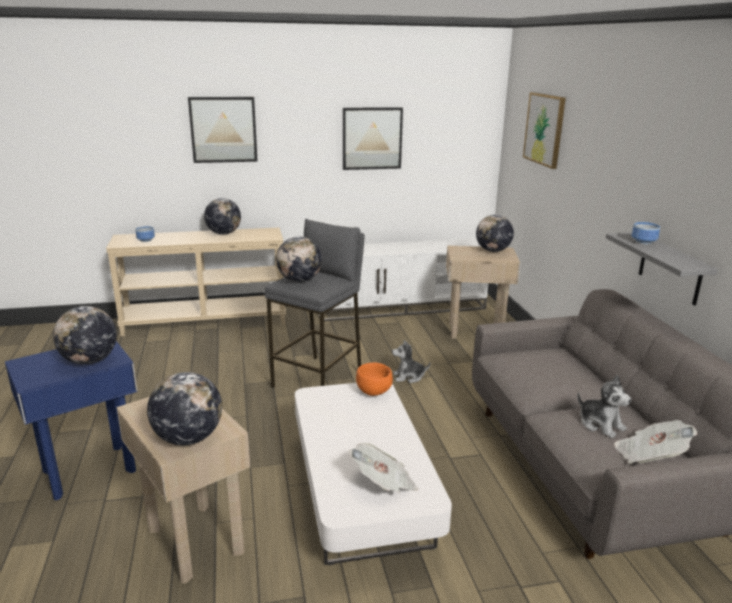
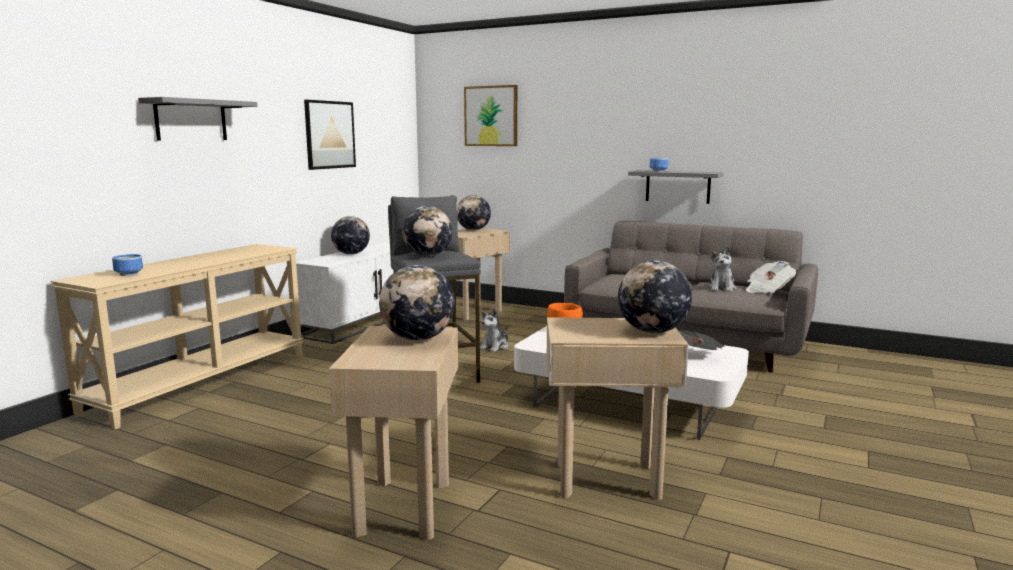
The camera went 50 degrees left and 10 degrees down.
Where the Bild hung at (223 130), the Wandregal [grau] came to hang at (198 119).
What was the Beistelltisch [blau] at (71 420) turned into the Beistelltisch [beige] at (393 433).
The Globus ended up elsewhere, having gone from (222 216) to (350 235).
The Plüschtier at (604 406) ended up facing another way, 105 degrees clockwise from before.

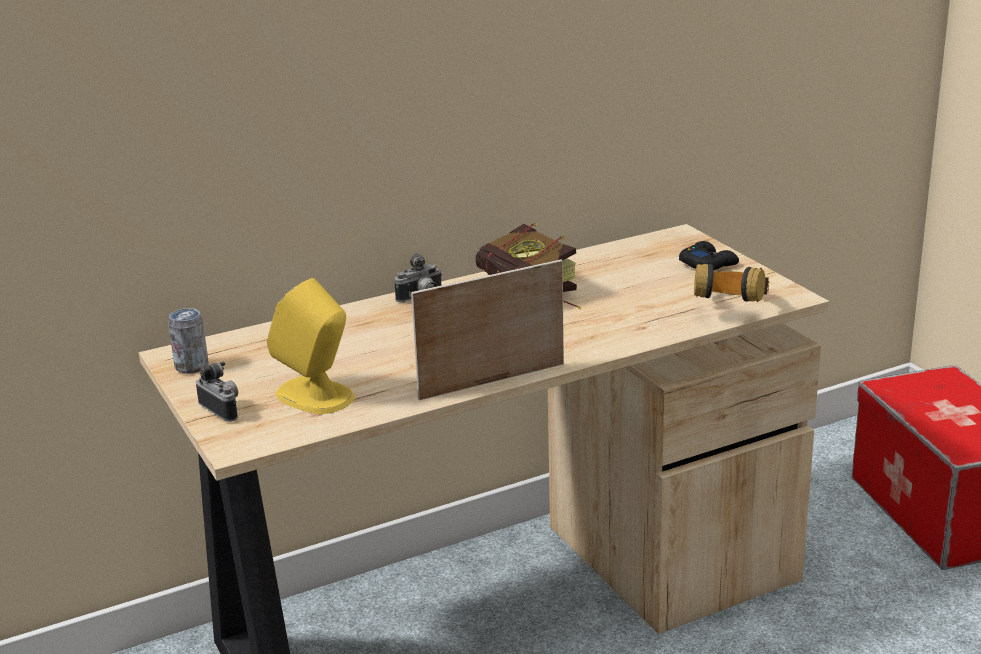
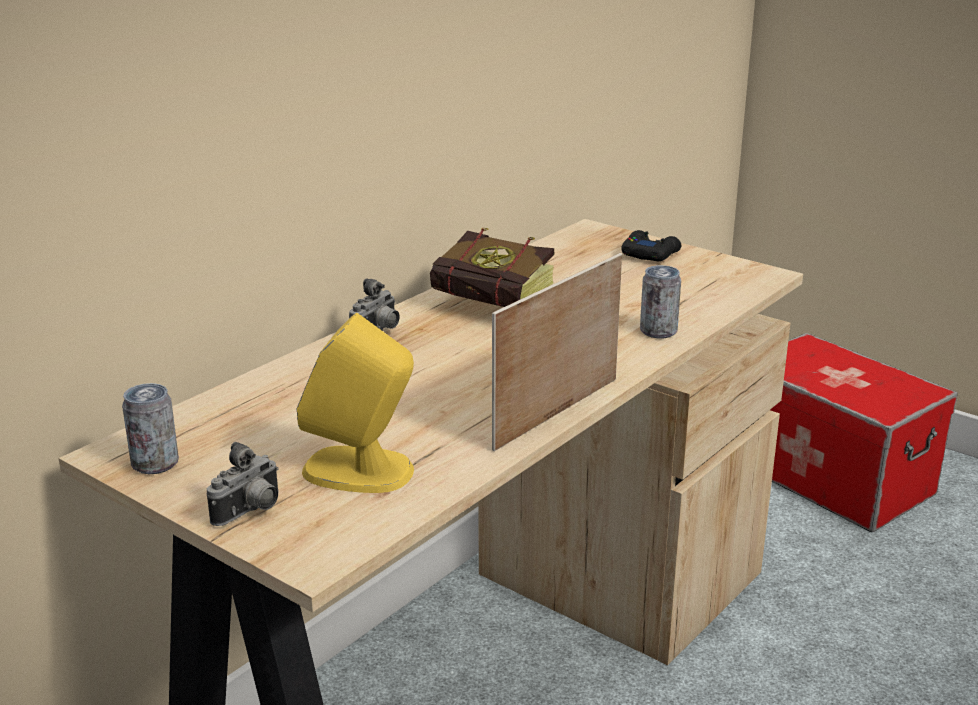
The camera went 25 degrees left and 0 degrees up.
The Kamera at (217 391) ended up facing another way, 105 degrees clockwise from before.
The second view gained the Dose at (660 301).
The second view lost the Kopfhörer at (731 282).

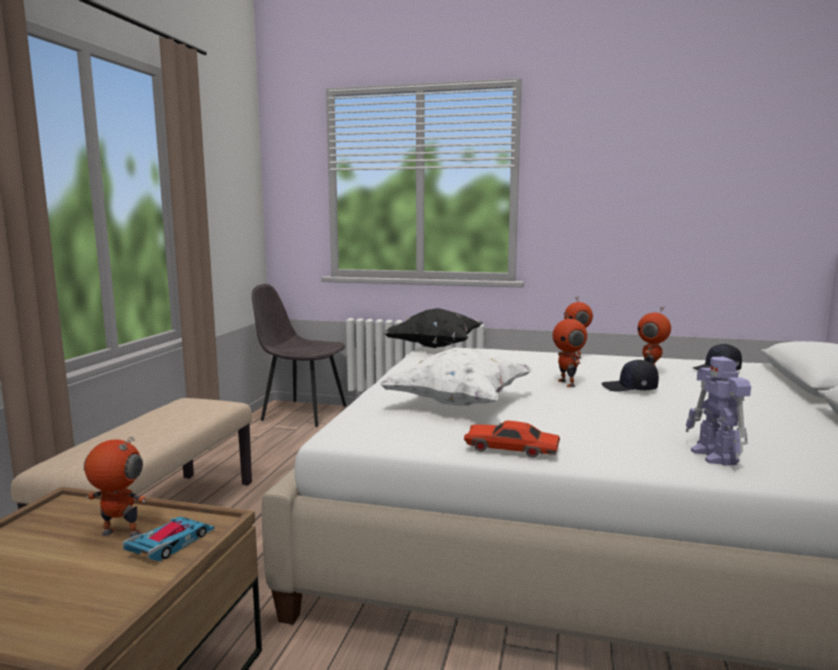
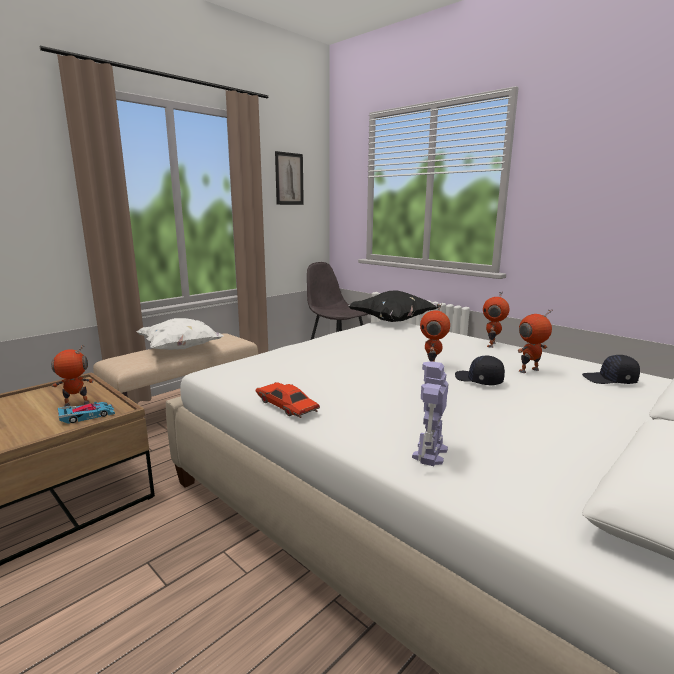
The camera went 30 degrees right and 5 degrees up.
The Spielzeugroboter at (115 487) ended up facing another way, 60 degrees counterclockwise from before.
The Kissen [weiß] ended up elsewhere, having gone from (456 377) to (180 334).
The second view gained the Bild at (289 178).

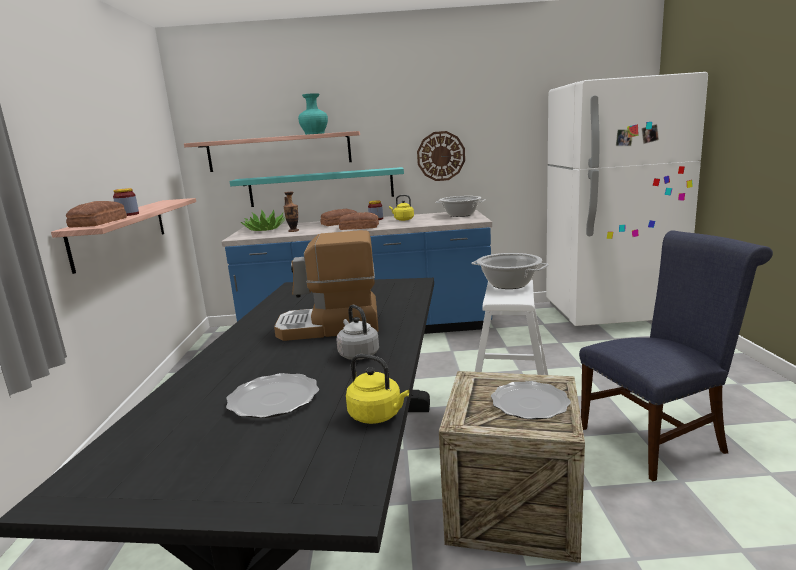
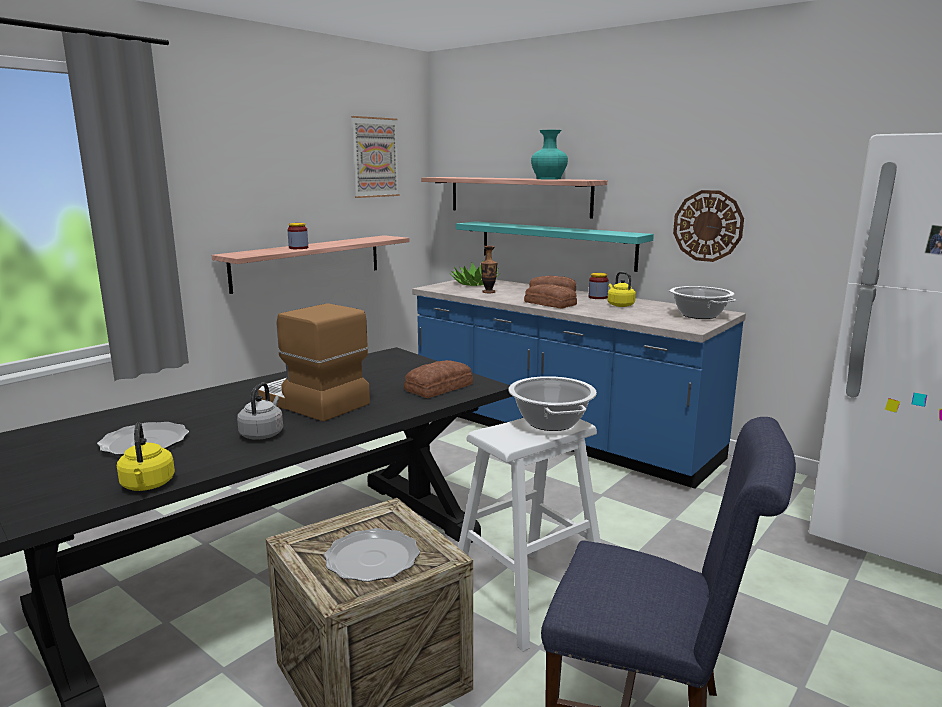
The camera went 40 degrees right and 0 degrees up.
The second view gained the Bild at (375 157).
The Brot ended up elsewhere, having gone from (96 214) to (438 379).

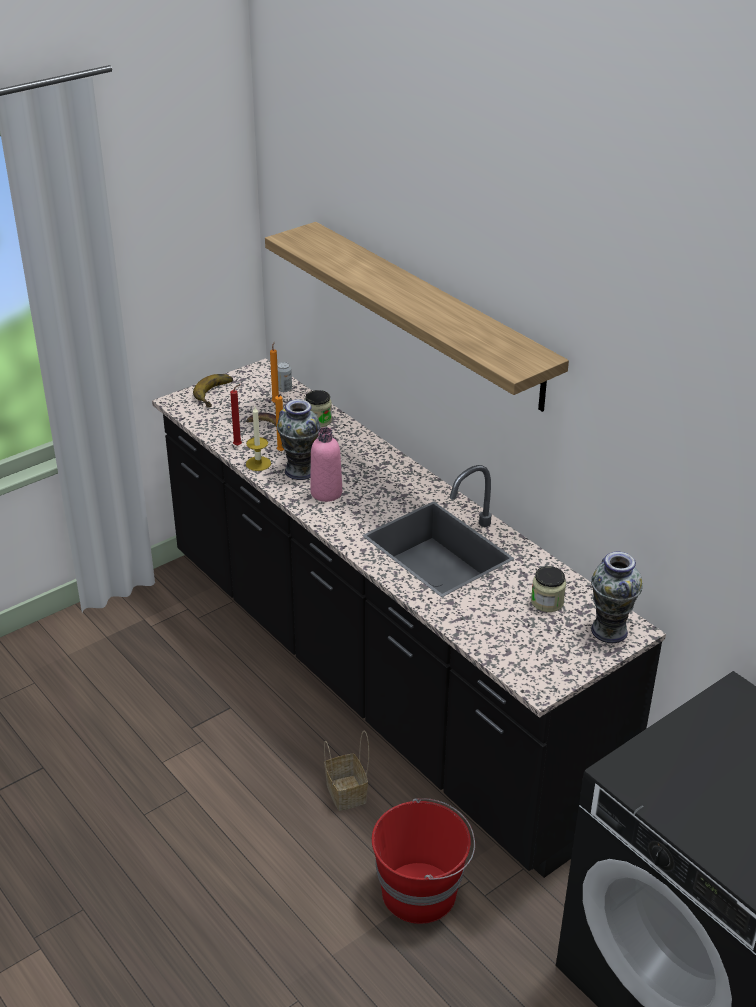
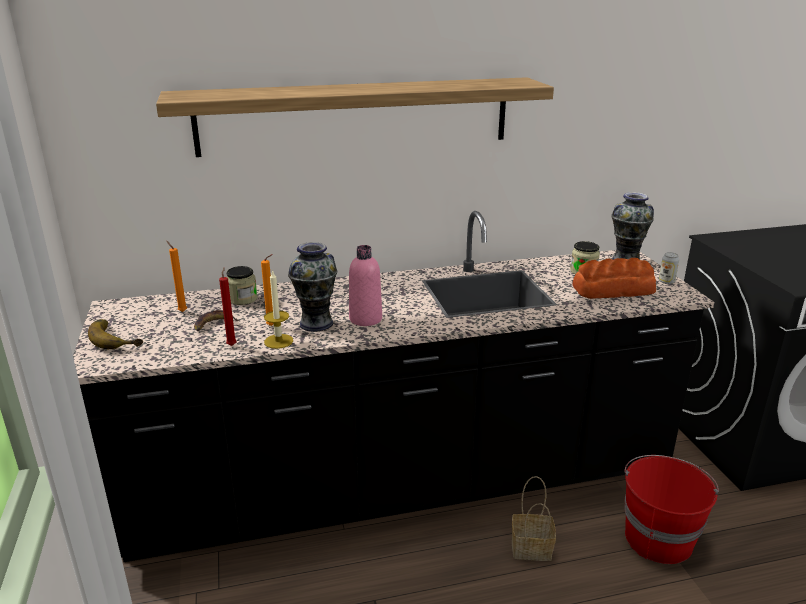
The camera went 65 degrees left and 10 degrees down.
The second view gained the Brot at (614 278).
The Dose ended up elsewhere, having gone from (284 377) to (669 268).

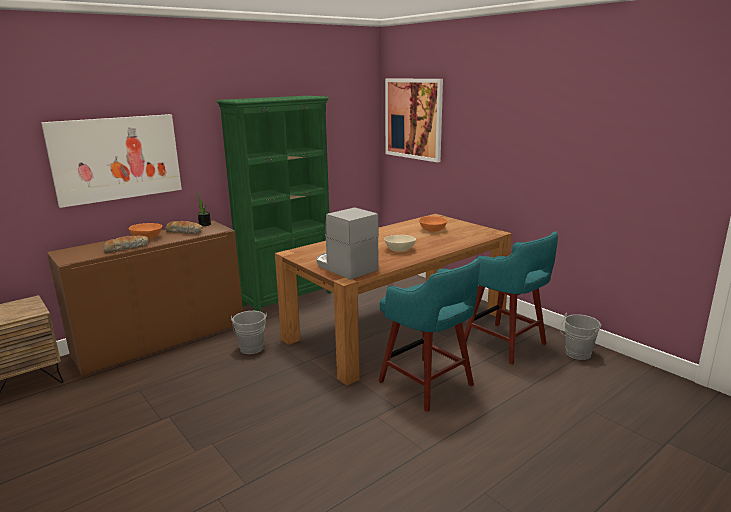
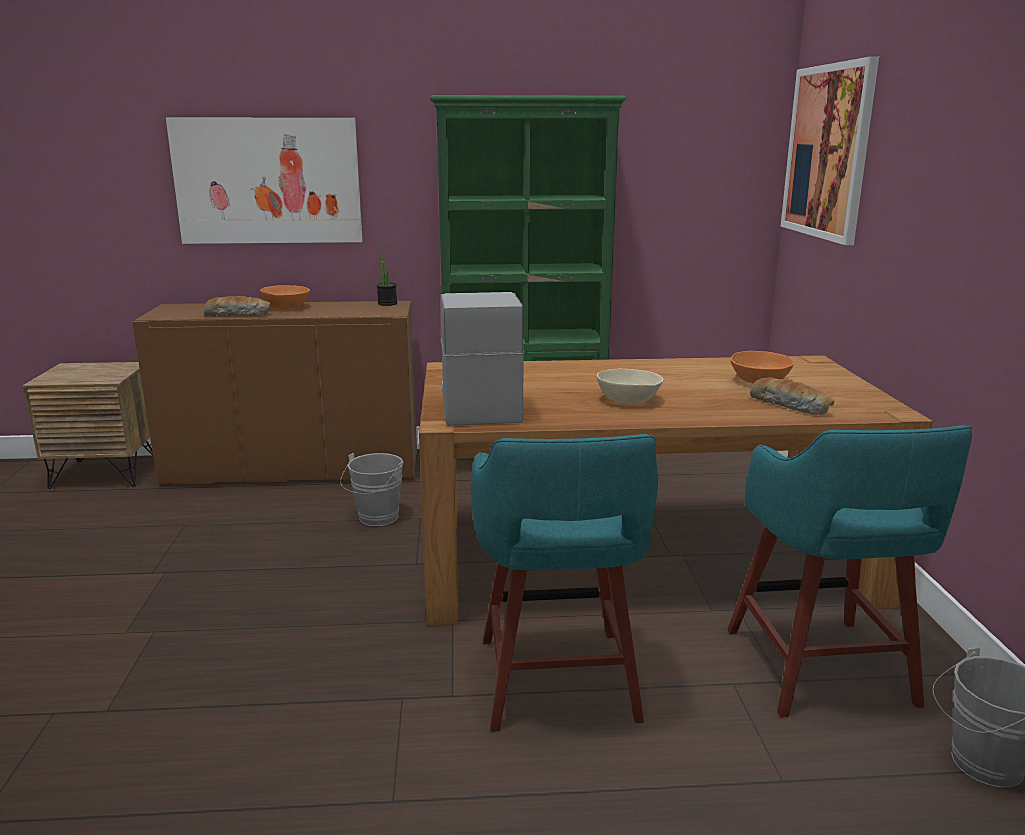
The camera went 35 degrees right and 0 degrees up.
The Brot ended up elsewhere, having gone from (184 227) to (792 396).

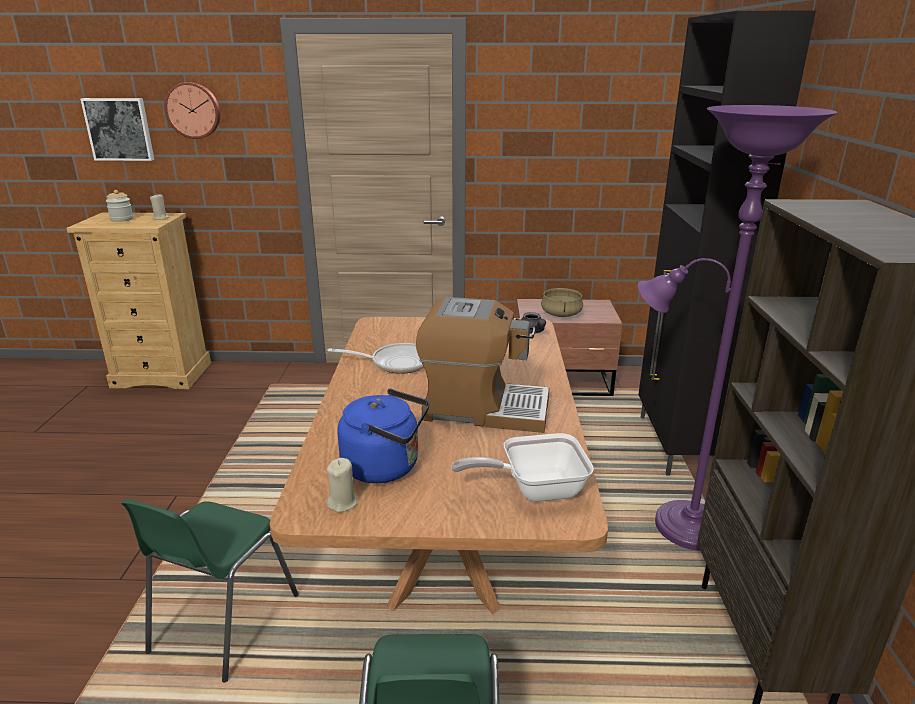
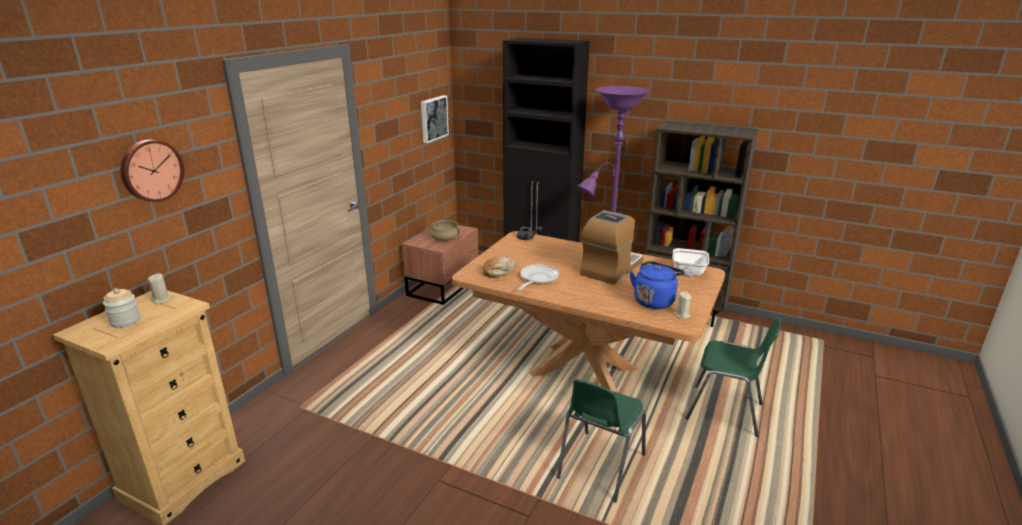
The camera went 65 degrees left and 0 degrees up.
The Bild ended up elsewhere, having gone from (117 129) to (435 119).
The second view gained the Brot at (499 266).
The Stuhl [grün] at (210 591) ended up facing another way, 75 degrees clockwise from before.

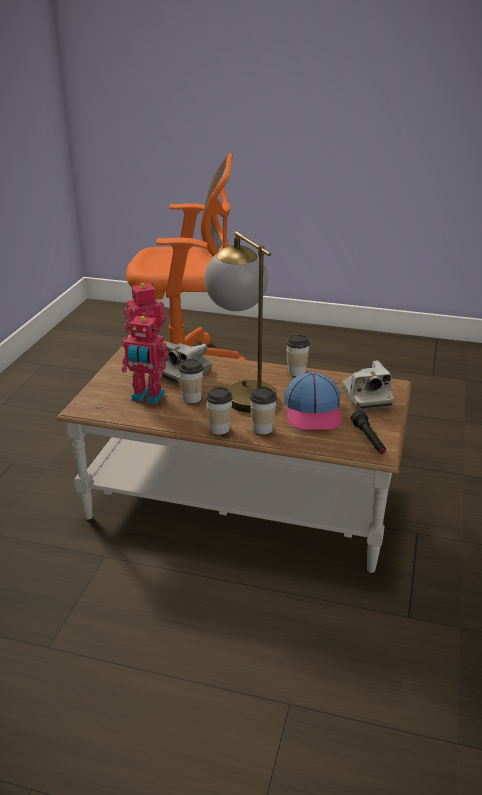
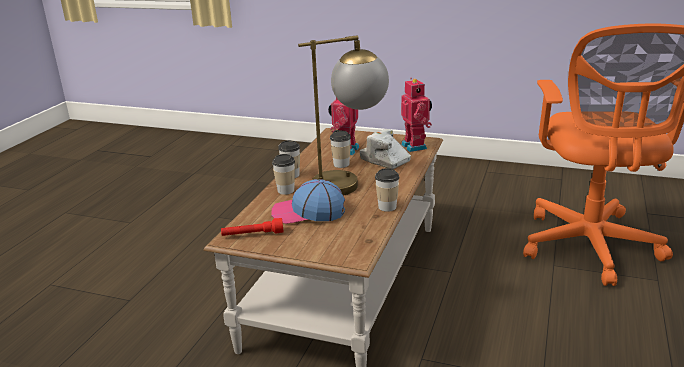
The camera went 95 degrees right and 5 degrees down.
What was the Taschenlampe [schwarz] at (368 432) turned into the Taschenlampe [rot] at (252 227).
The second view lost the Kamera at (368 385).

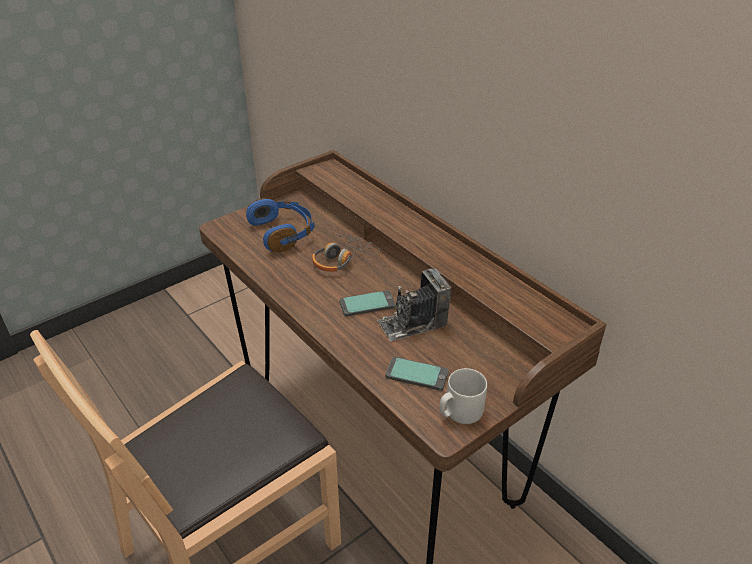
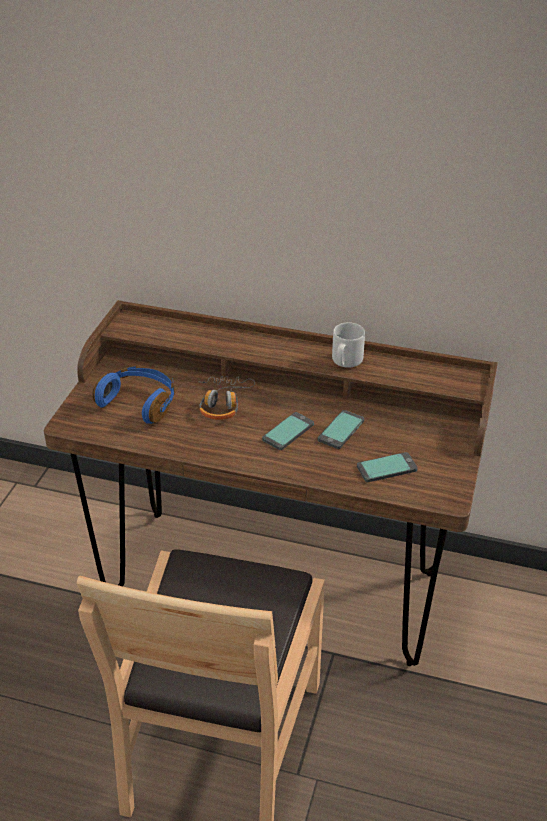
The camera went 35 degrees left and 0 degrees up.
Where the Kamera stood at (414 304), the Handy came to stand at (341 429).
The Henkelbecher [grau] ended up elsewhere, having gone from (463 396) to (348 345).

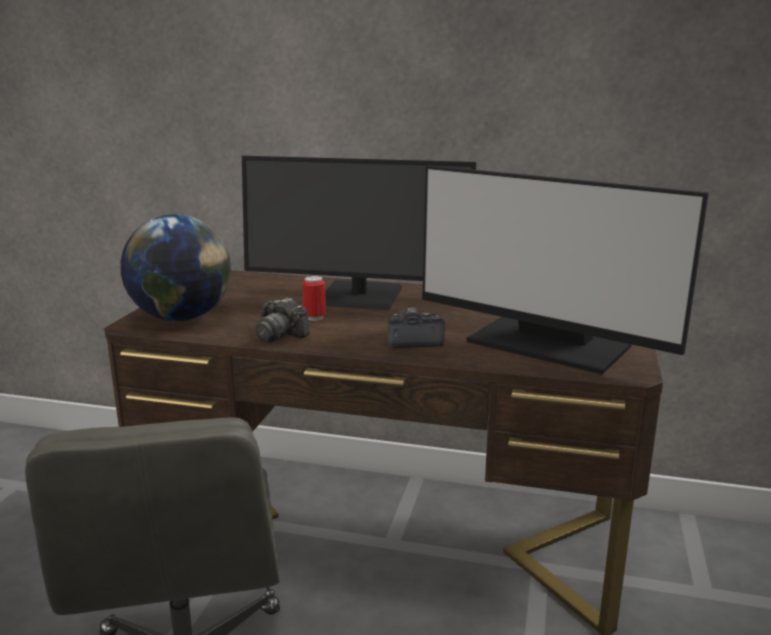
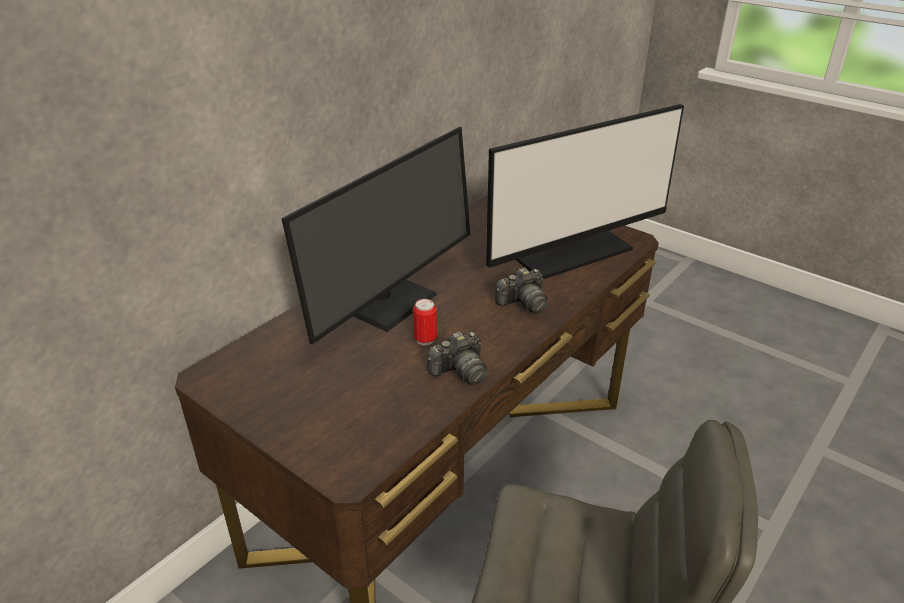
The camera went 65 degrees left and 15 degrees up.
The Kamera at (417 328) ended up facing another way, 135 degrees counterclockwise from before.
The second view lost the Globus at (176 267).

